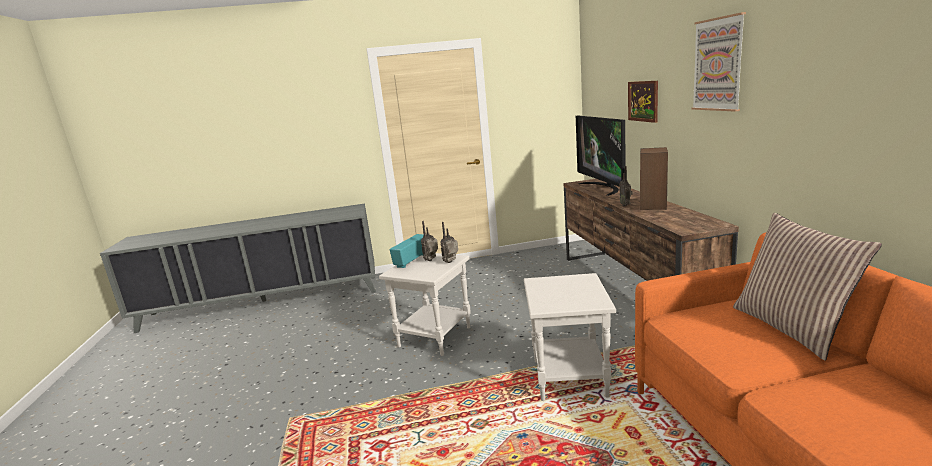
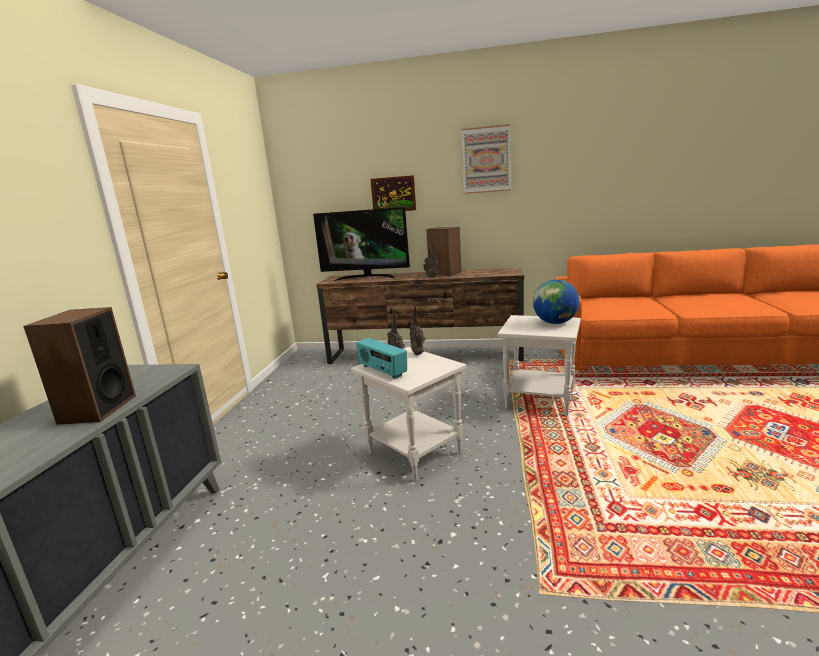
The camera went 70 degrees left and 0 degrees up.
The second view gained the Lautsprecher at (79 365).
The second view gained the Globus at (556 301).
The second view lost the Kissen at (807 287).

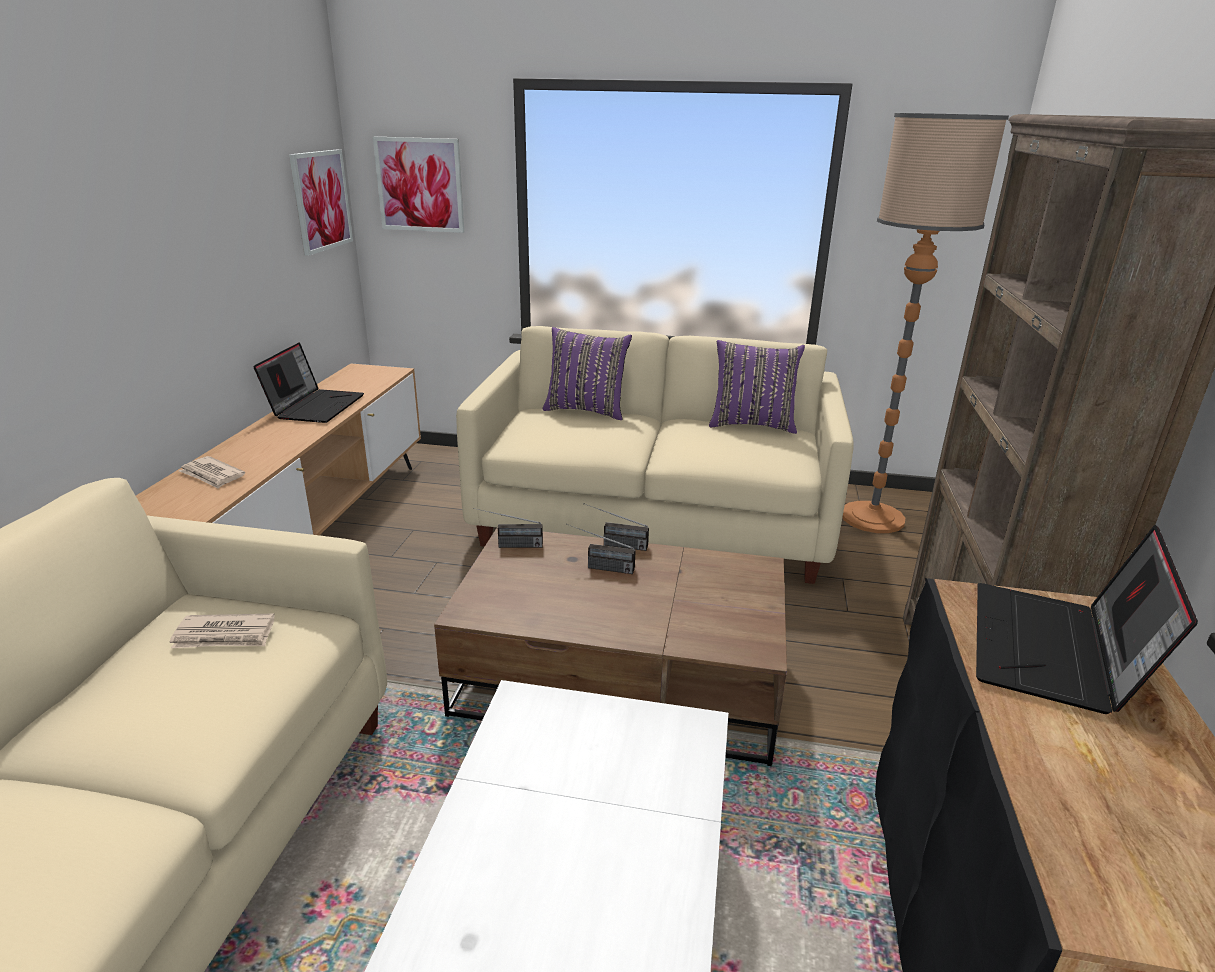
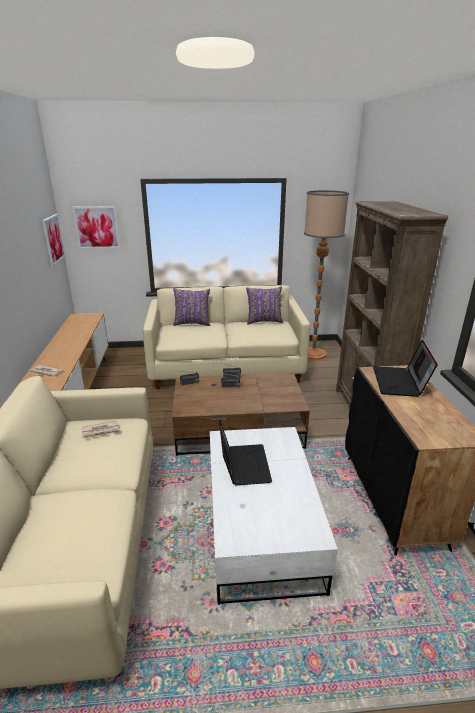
The camera went 15 degrees left and 0 degrees up.
The Laptop ended up elsewhere, having gone from (309 382) to (245 452).

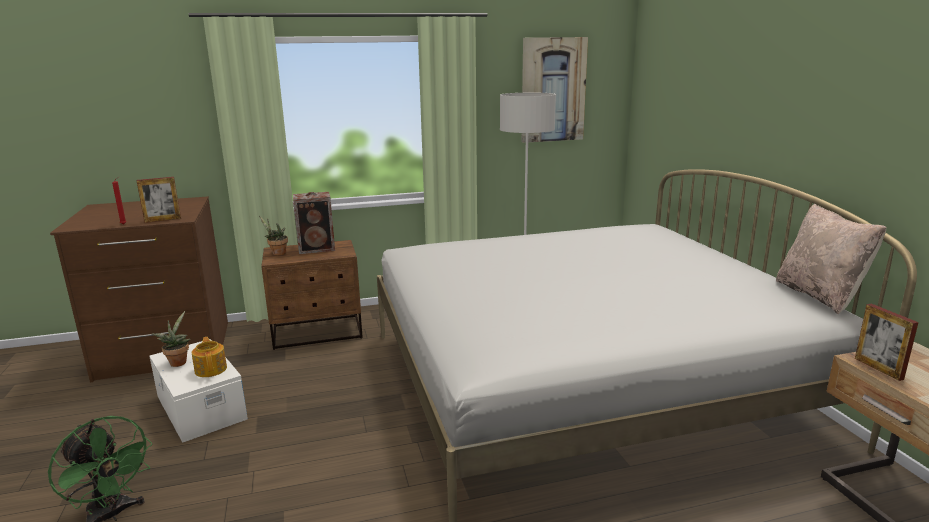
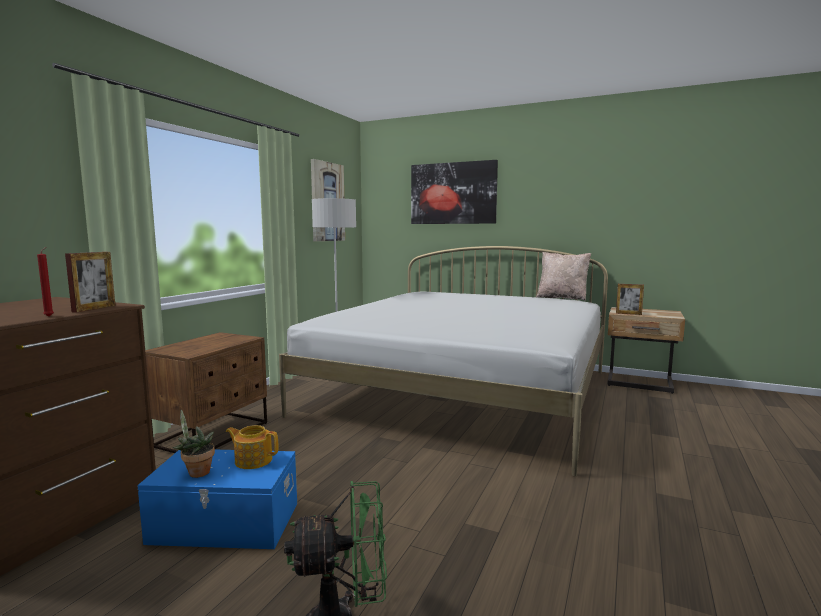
The camera went 50 degrees left and 10 degrees down.
What was the Aufbewahrungsbox [weiß] at (198 391) turned into the Aufbewahrungsbox [blau] at (217 499).
The second view gained the Bild at (454 192).
The second view lost the Topfpflanze at (273 236).
The second view lost the Lautsprecher at (314 223).

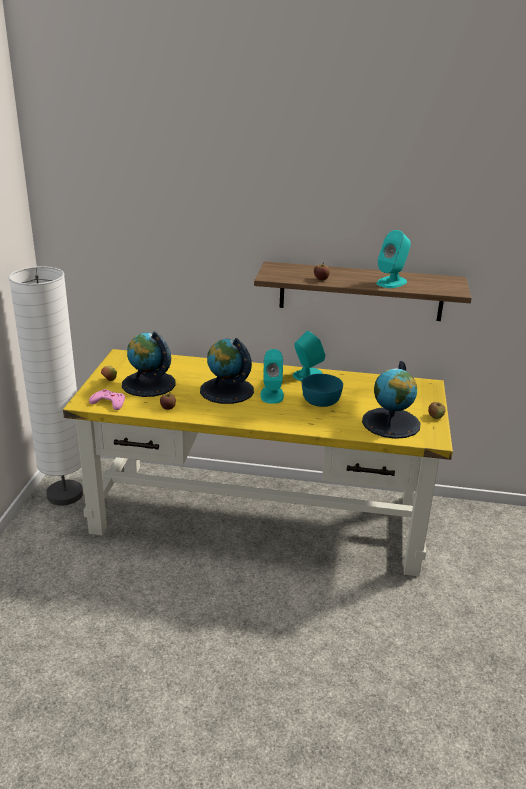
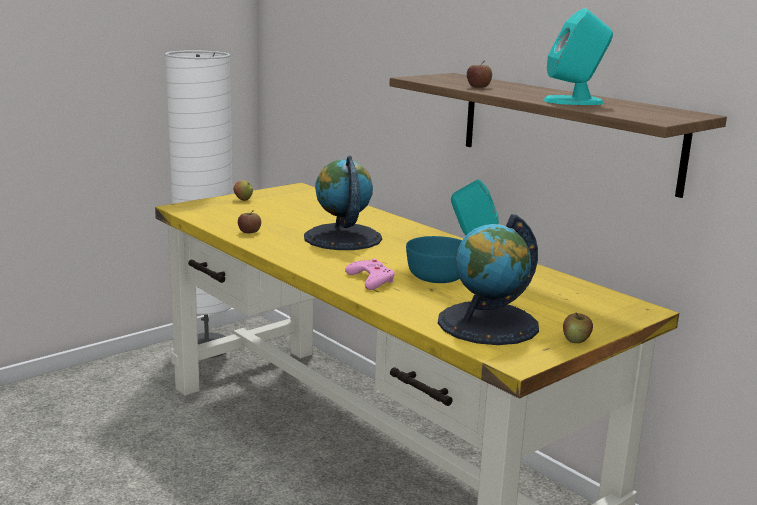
The camera went 40 degrees right and 10 degrees down.
The Gamepad [rosa] ended up elsewhere, having gone from (107 399) to (370 274).
The second view lost the Globus at (148 364).
The second view lost the Lautsprecher [türkis] at (272 376).

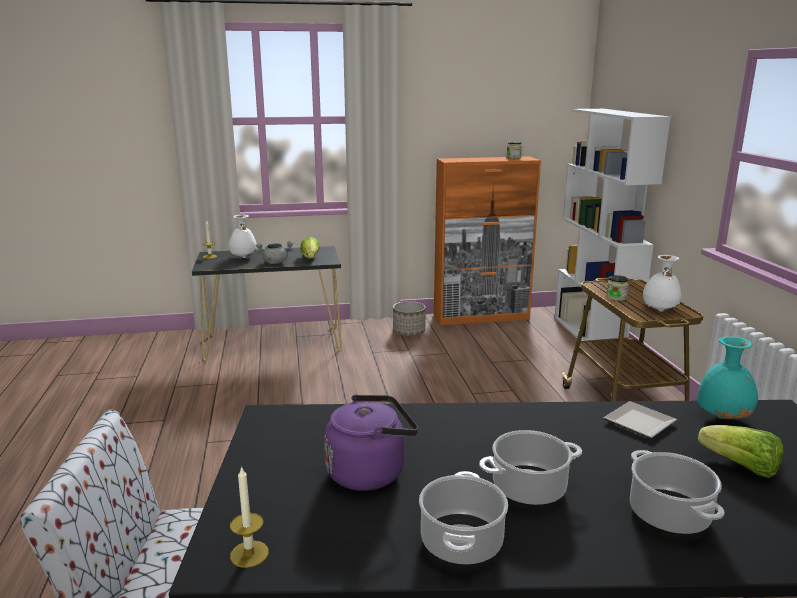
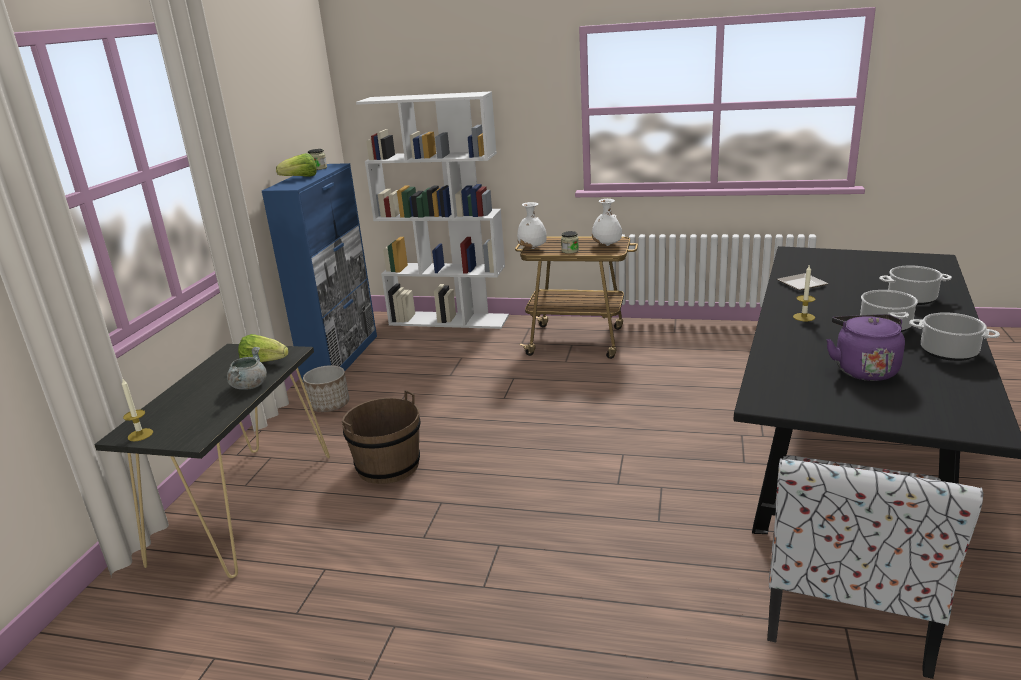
The camera went 65 degrees left and 5 degrees up.
What was the Schrank [orange] at (487 240) turned into the Schrank [blau] at (319 271).
The Salatkopf ended up elsewhere, having gone from (741 451) to (296 165).
The second view gained the Eimer [braun] at (381 437).
The Vase [weiß] ended up elsewhere, having gone from (243 236) to (532 225).
The Kerze ended up elsewhere, having gone from (249 517) to (804 293).
The second view lost the Vase [türkis] at (728 377).

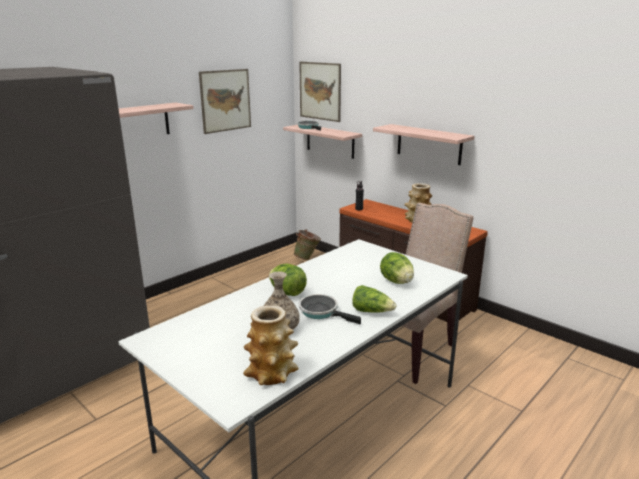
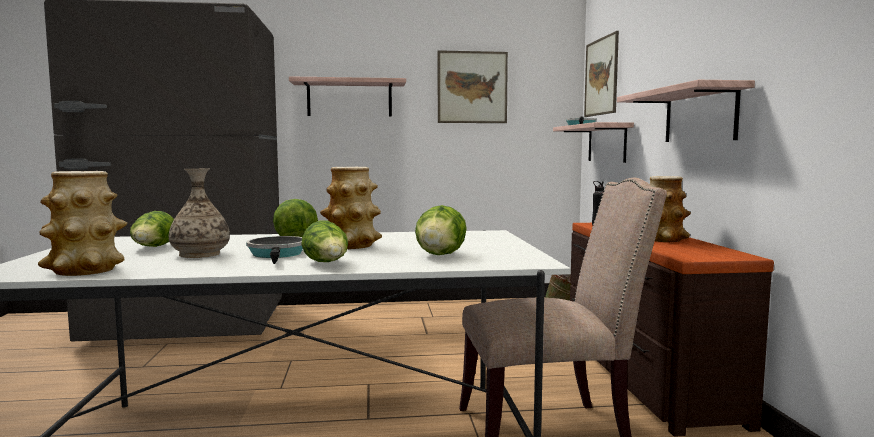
The camera went 40 degrees right and 15 degrees down.
The second view gained the Salatkopf at (152 229).
The second view gained the Vase at (351 208).

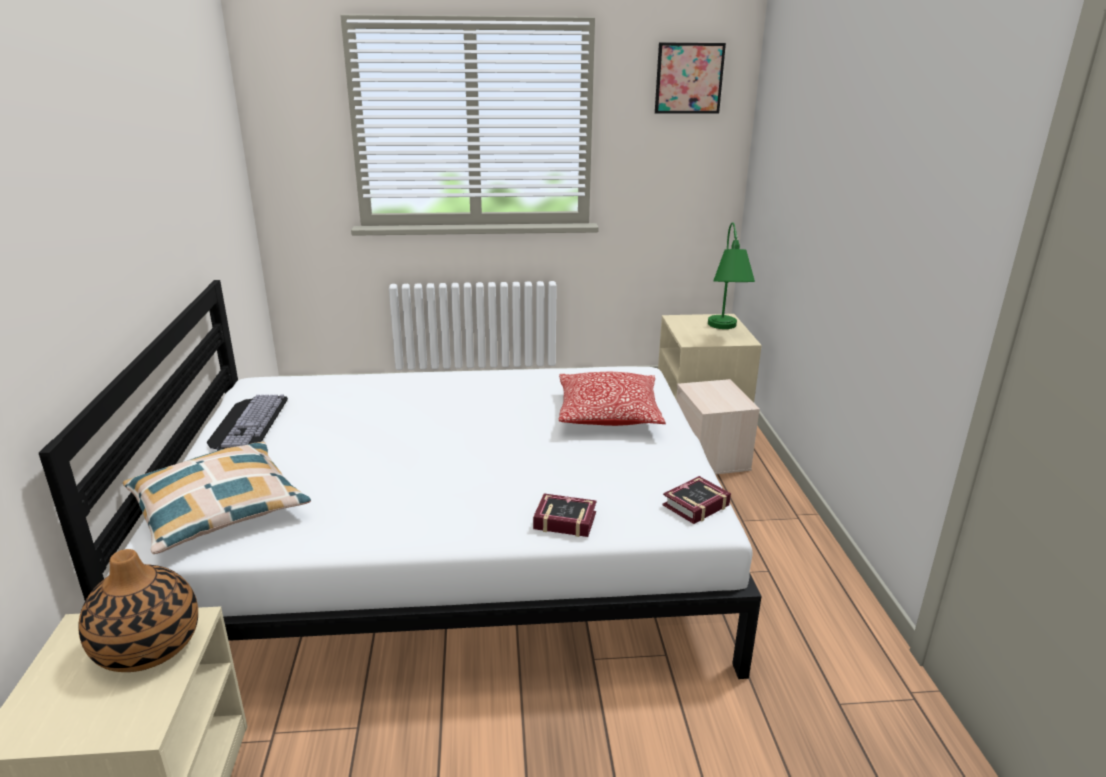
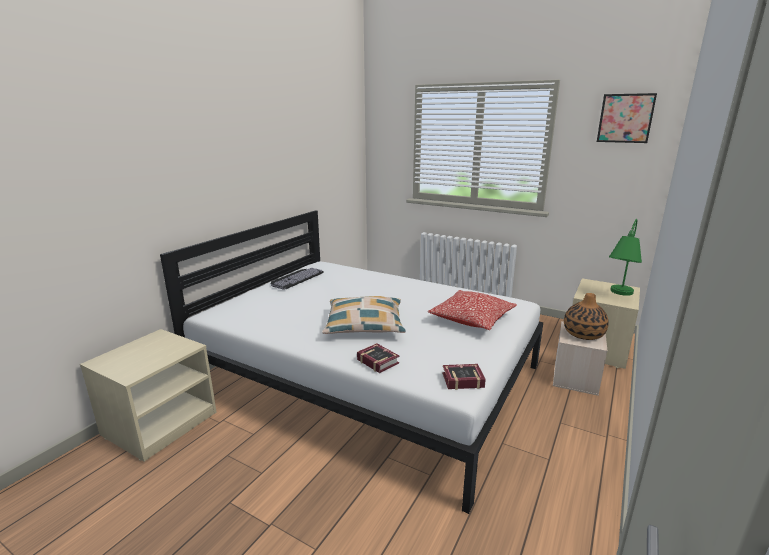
The camera went 35 degrees right and 5 degrees down.
The Kissen ended up elsewhere, having gone from (217 498) to (364 315).
The Vase ended up elsewhere, having gone from (138 610) to (586 316).

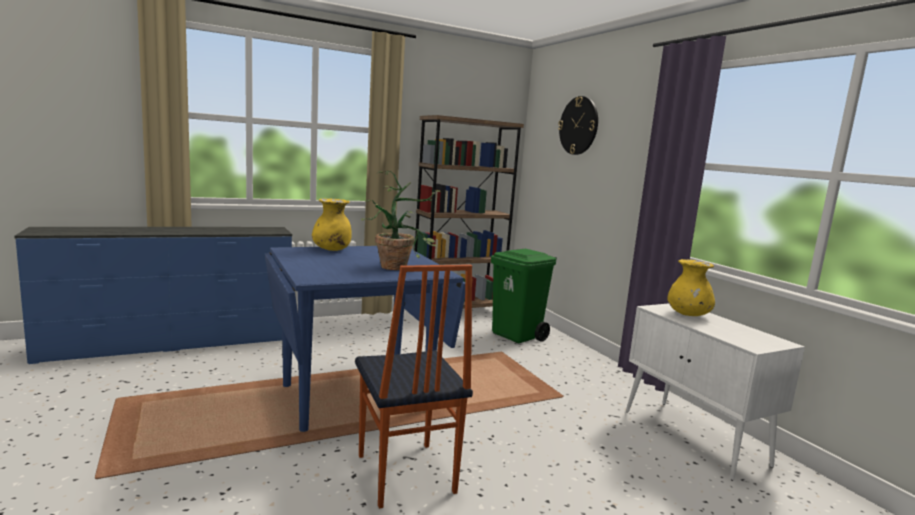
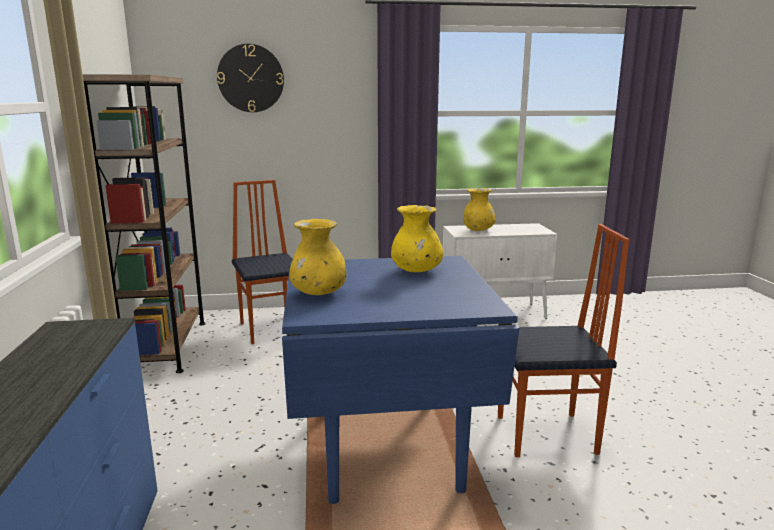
The camera went 70 degrees left and 5 degrees up.
Where the Mülleimer [grün] stood at (524 296), the Stuhl came to stand at (262 262).
Where the Topfpflanze stood at (401 220), the Vase [gelb] came to stand at (417 238).

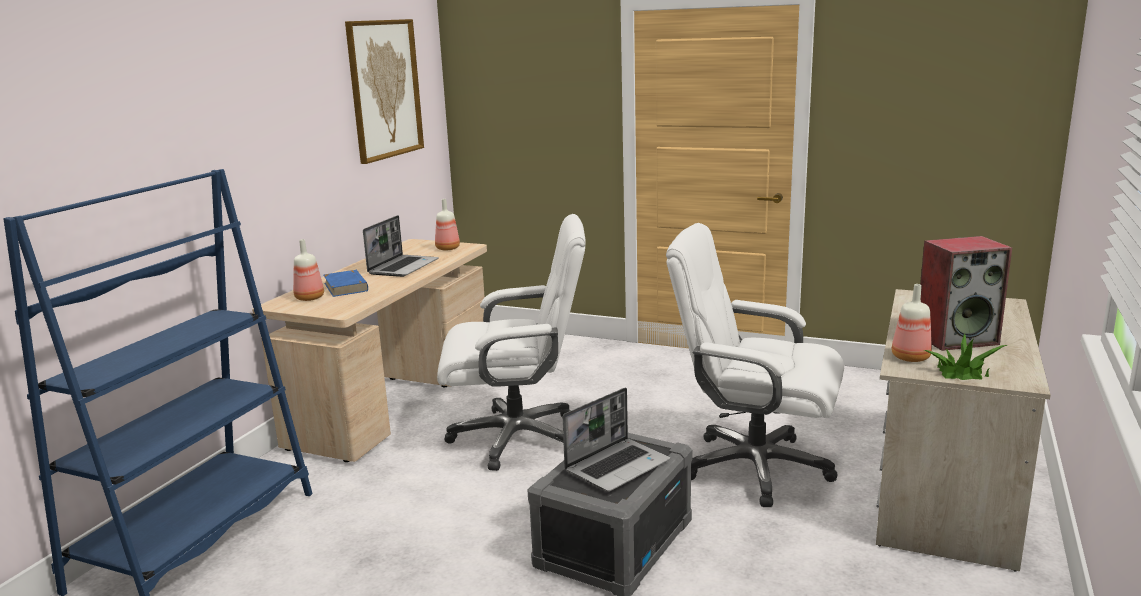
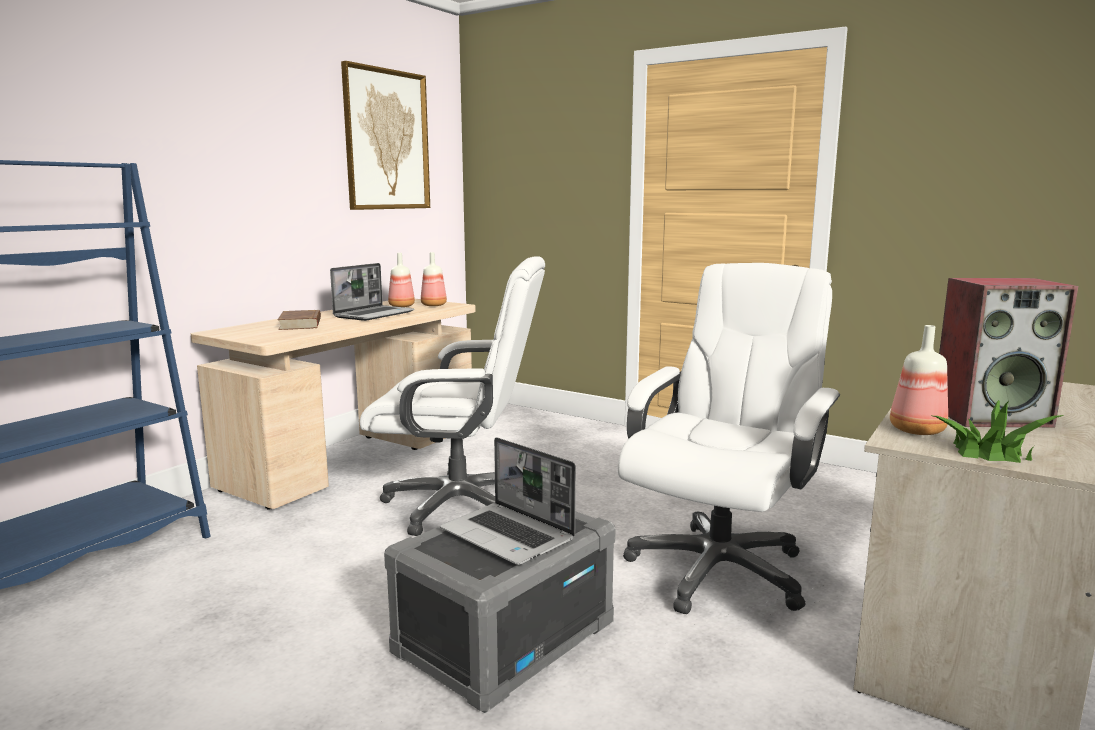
The camera went 10 degrees right and 5 degrees down.
What was the Buch [blau] at (346 283) turned into the Buch [braun] at (299 320).
The Flasche ended up elsewhere, having gone from (308 270) to (401 280).
The Laptop at (616 440) ended up facing another way, 75 degrees clockwise from before.
The Bürostuhl [weiß] at (755 365) ended up facing another way, 90 degrees clockwise from before.

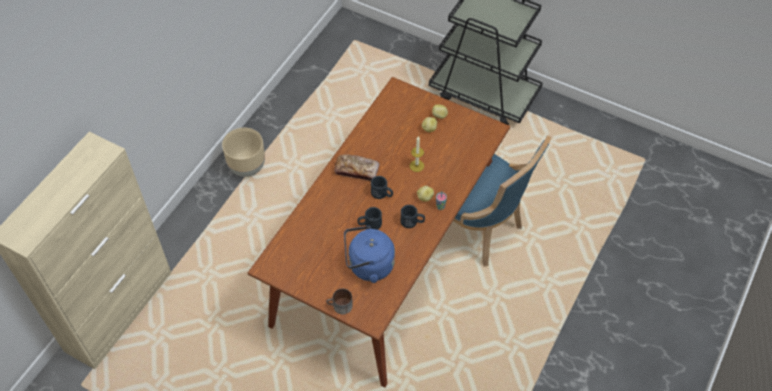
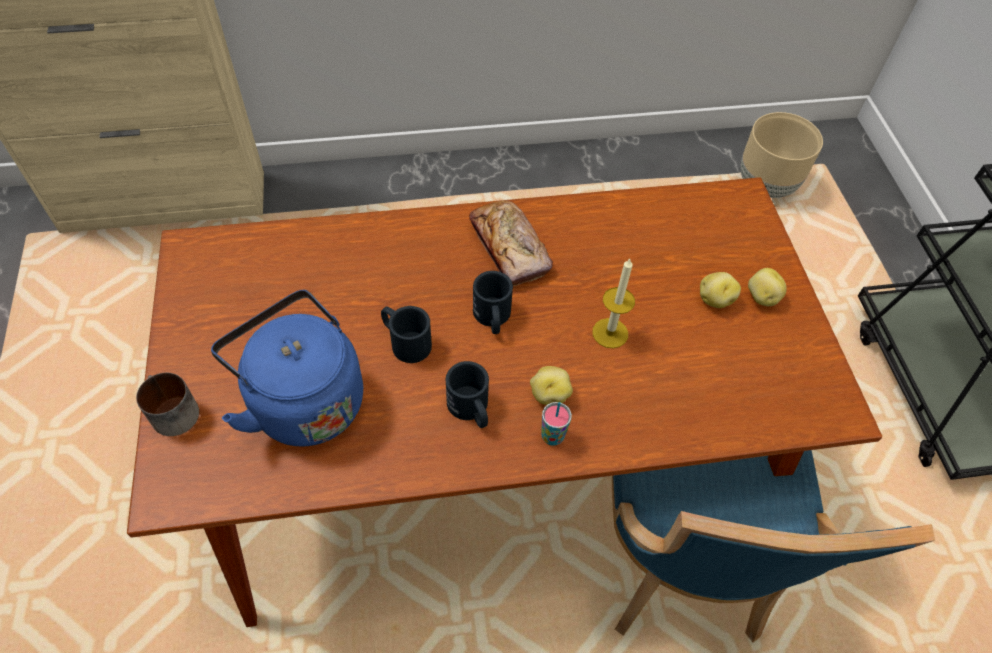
The camera went 50 degrees right and 0 degrees up.
The Pflanzkübel [beige] ended up elsewhere, having gone from (243 152) to (782 155).

